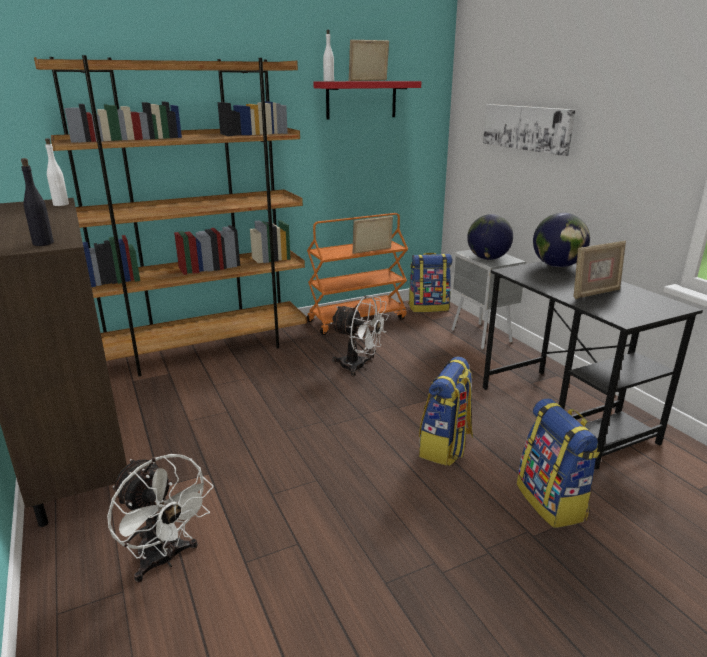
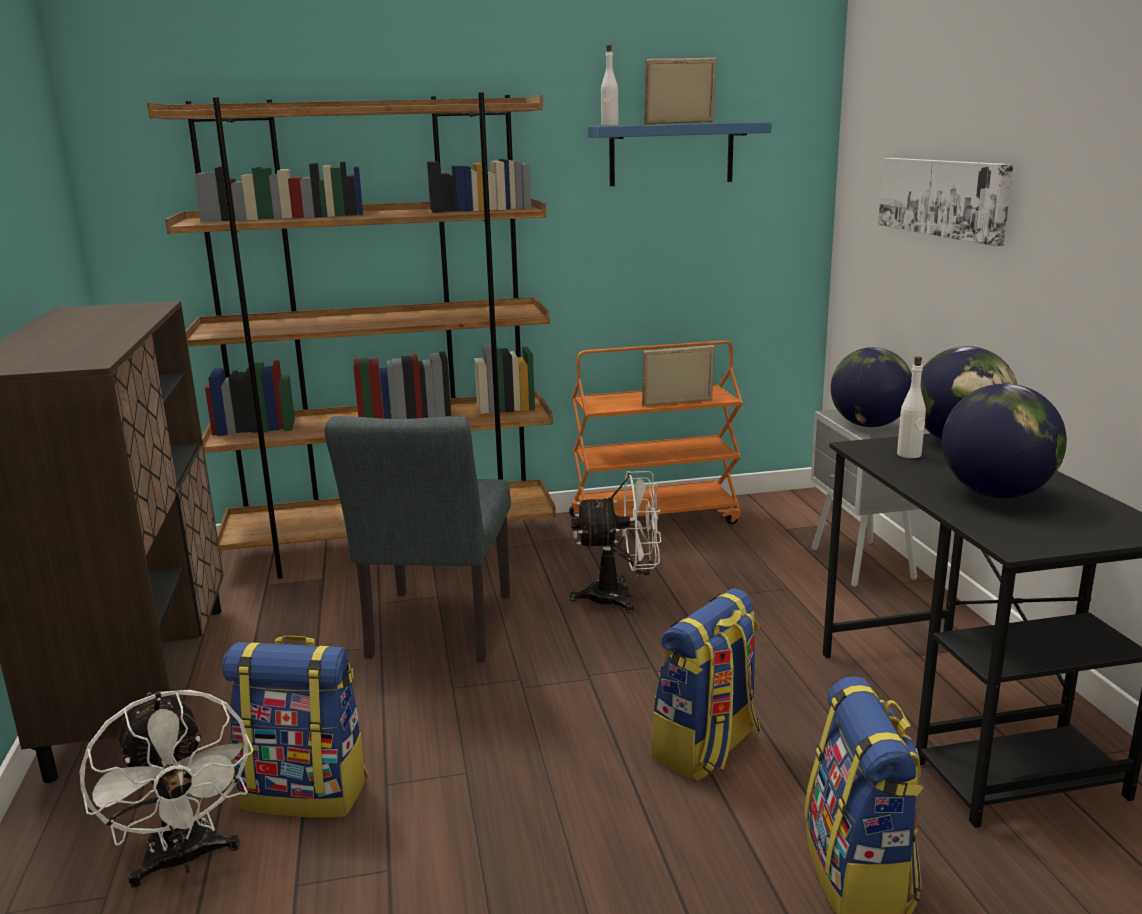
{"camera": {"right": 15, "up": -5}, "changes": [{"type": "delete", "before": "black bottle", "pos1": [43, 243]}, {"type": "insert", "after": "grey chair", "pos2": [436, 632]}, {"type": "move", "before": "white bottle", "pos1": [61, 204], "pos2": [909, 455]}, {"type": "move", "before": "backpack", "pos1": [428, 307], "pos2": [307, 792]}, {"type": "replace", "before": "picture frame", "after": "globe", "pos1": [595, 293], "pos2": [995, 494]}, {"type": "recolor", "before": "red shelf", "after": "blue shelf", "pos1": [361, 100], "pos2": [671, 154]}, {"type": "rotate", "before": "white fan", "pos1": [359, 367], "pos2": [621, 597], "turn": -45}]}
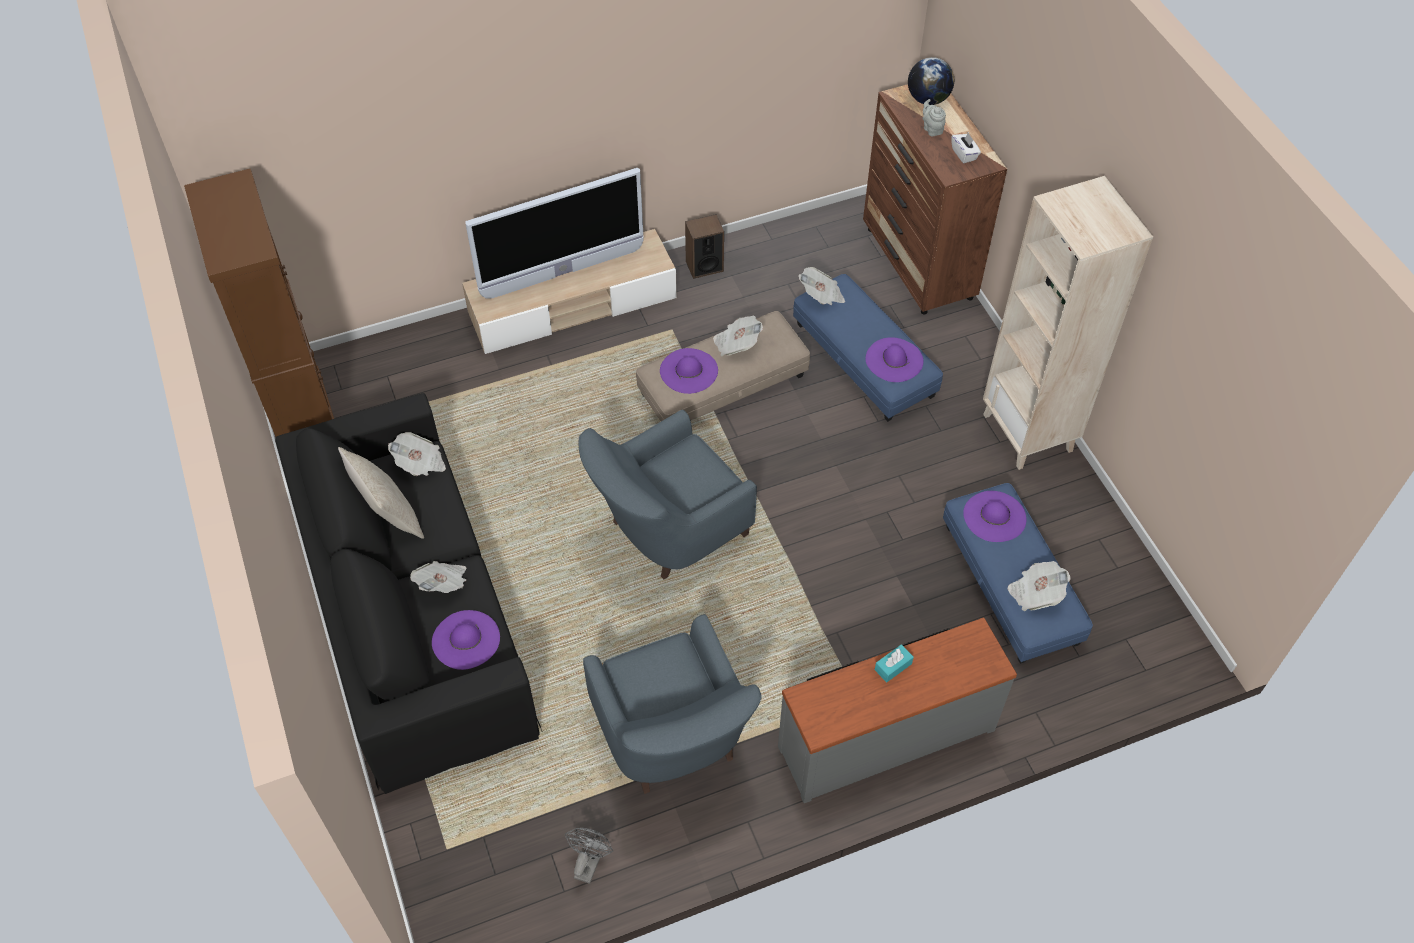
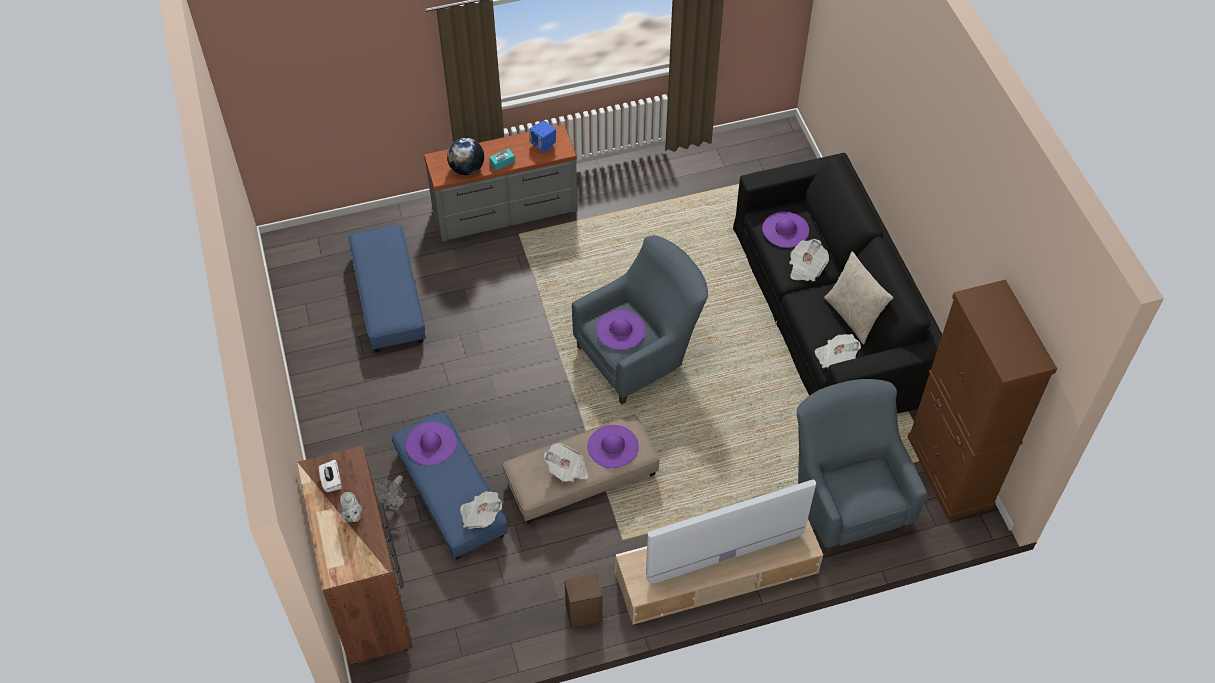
{"camera": {"right": -175, "up": 0}, "changes": [{"type": "delete", "before": "beige bookcase", "pos1": [1028, 433]}, {"type": "delete", "before": "newspaper", "pos1": [1035, 593]}, {"type": "insert", "after": "blue speaker", "pos2": [543, 145]}, {"type": "move", "before": "grey fan", "pos1": [588, 862], "pos2": [395, 504]}, {"type": "move", "before": "blue armchair", "pos1": [673, 742], "pos2": [846, 497]}, {"type": "move", "before": "globe", "pos1": [928, 99], "pos2": [467, 169]}, {"type": "move", "before": "purple hat", "pos1": [994, 516], "pos2": [621, 330]}]}
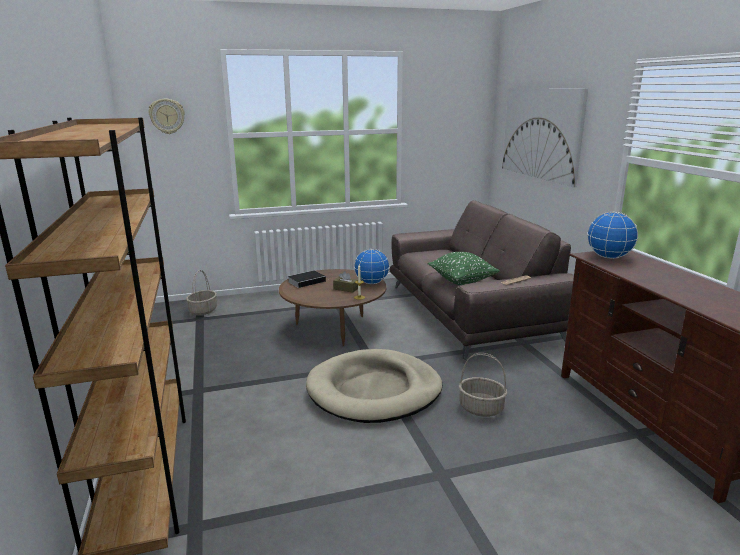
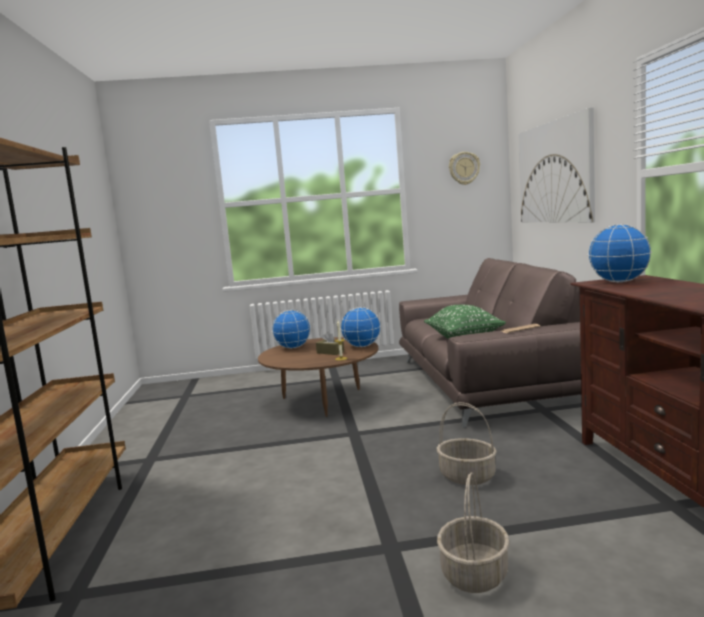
{"camera": {"right": 10, "up": -10}, "changes": [{"type": "delete", "before": "beige dog bed", "pos1": [374, 390]}, {"type": "move", "before": "wall clock", "pos1": [167, 116], "pos2": [464, 168]}, {"type": "move", "before": "basket", "pos1": [203, 311], "pos2": [475, 575]}, {"type": "replace", "before": "book", "after": "globe", "pos1": [307, 281], "pos2": [293, 348]}]}
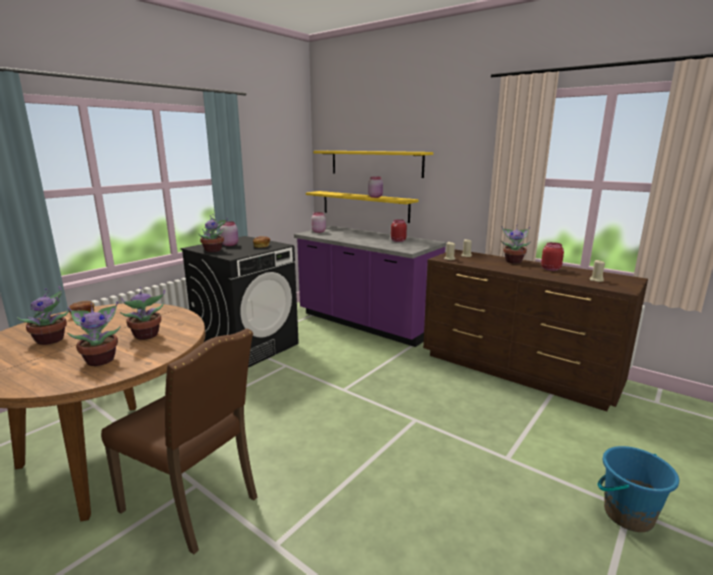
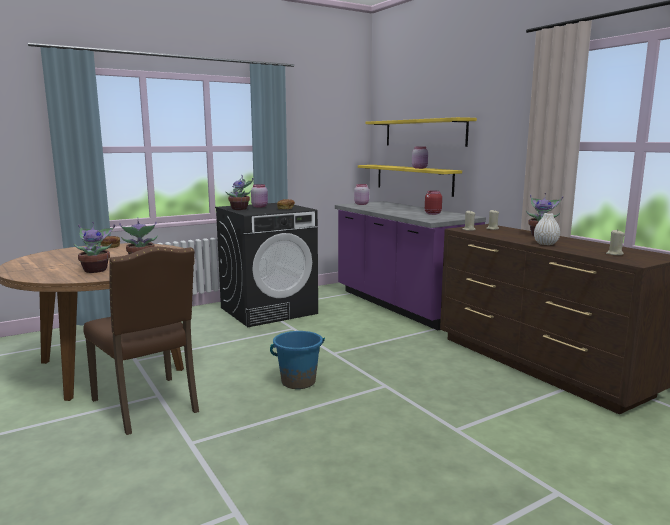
{"camera": {"right": 20, "up": -5}, "changes": [{"type": "delete", "before": "potted plant", "pos1": [52, 340]}, {"type": "delete", "before": "red jar", "pos1": [550, 269]}, {"type": "insert", "after": "white vase", "pos2": [545, 244]}, {"type": "move", "before": "blue bucket", "pos1": [627, 515], "pos2": [298, 382]}]}
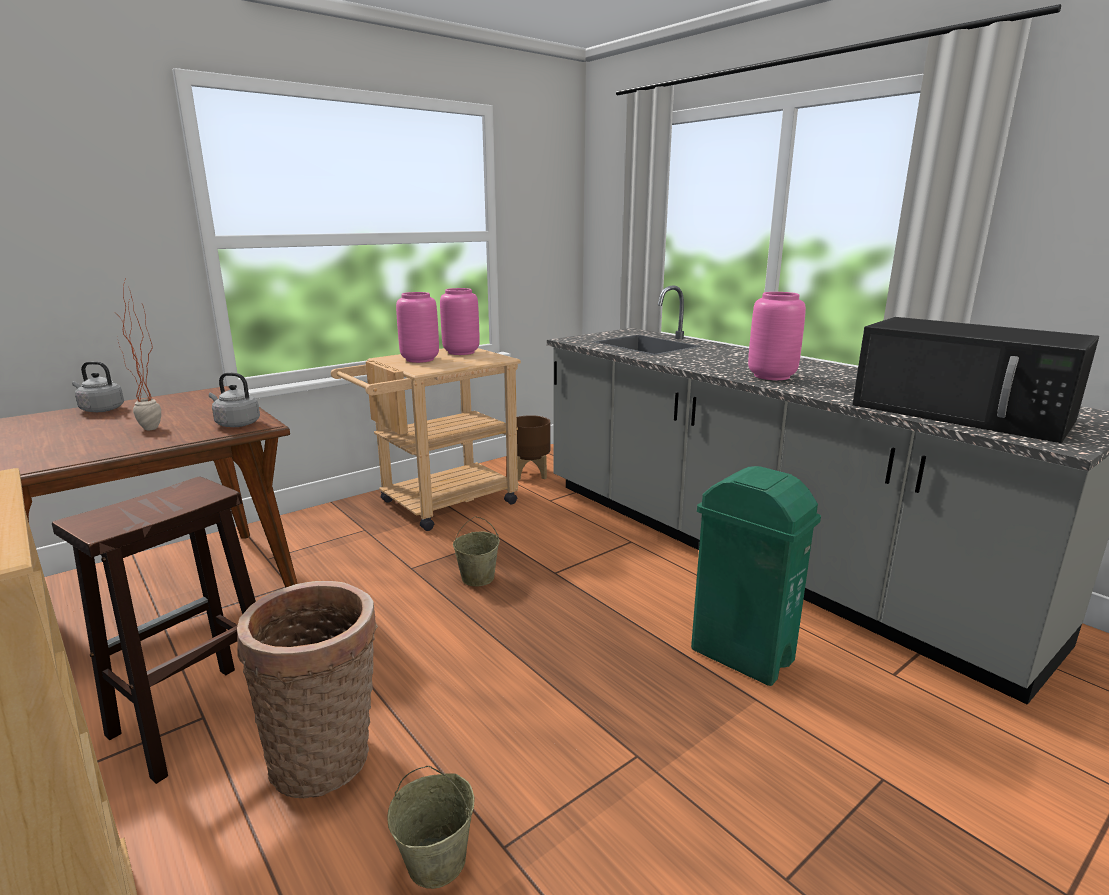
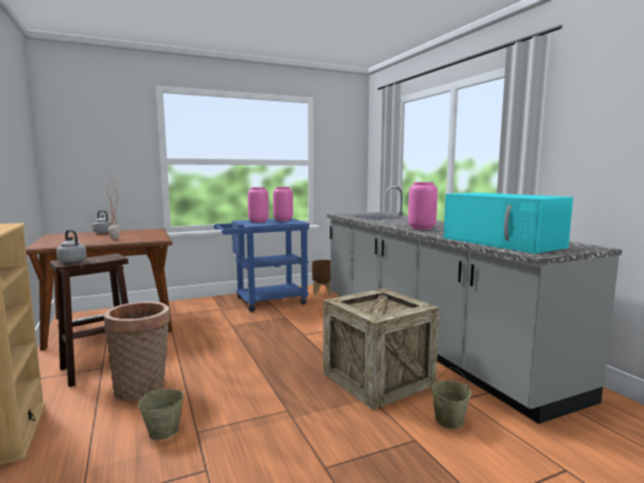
{"camera": {"right": 15, "up": -10}, "changes": [{"type": "move", "before": "grey kettle", "pos1": [236, 424], "pos2": [71, 261]}, {"type": "move", "before": "beige bucket", "pos1": [478, 577], "pos2": [449, 420]}, {"type": "replace", "before": "green trash can", "after": "crate", "pos1": [740, 655], "pos2": [378, 379]}, {"type": "recolor", "before": "beige cart", "after": "blue cart", "pos1": [438, 505], "pos2": [264, 301]}, {"type": "recolor", "before": "black microwave", "after": "turquoise microwave", "pos1": [963, 413], "pos2": [503, 242]}]}
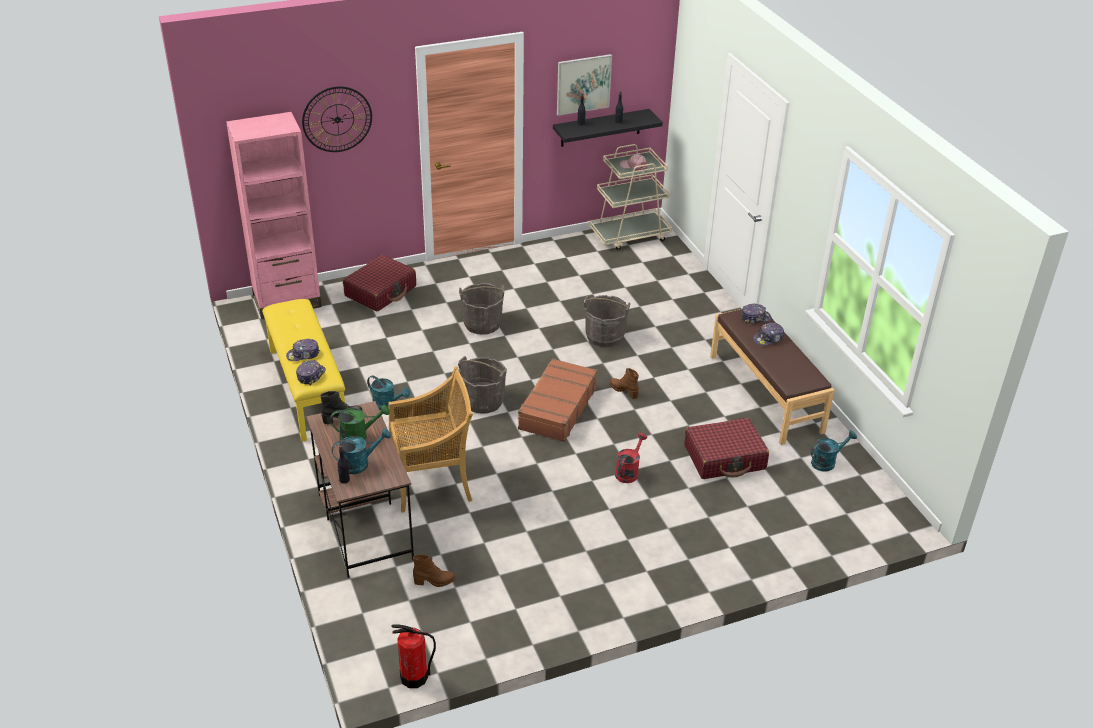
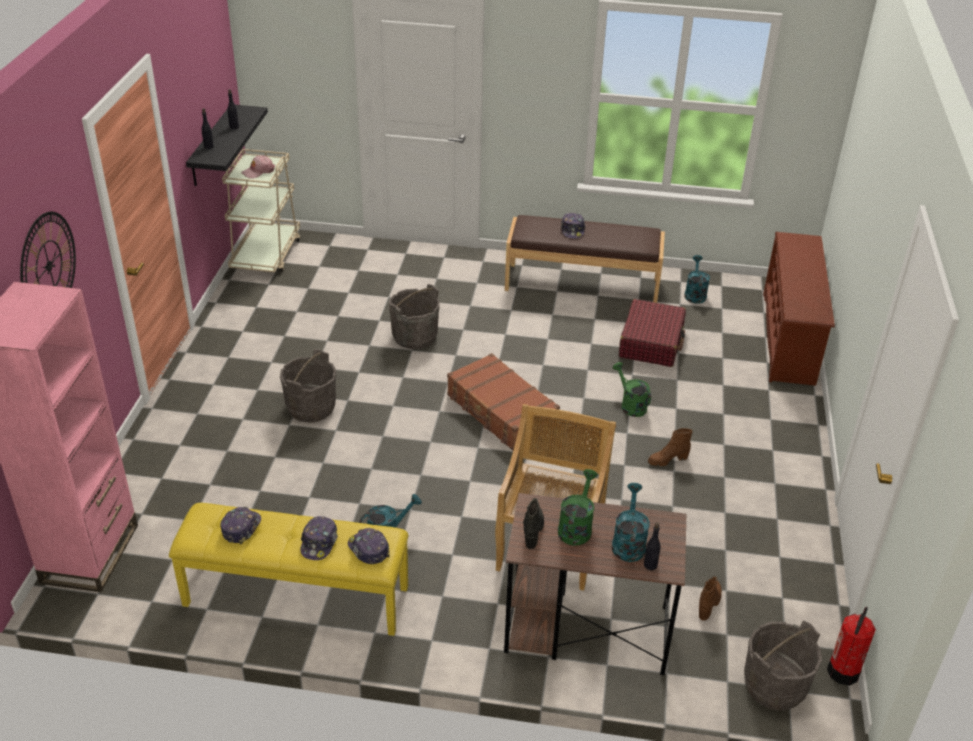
{"camera": {"right": -60, "up": 0}, "changes": [{"type": "delete", "before": "red suitcase", "pos1": [381, 291]}, {"type": "delete", "before": "picture", "pos1": [583, 84]}, {"type": "insert", "after": "brown shoe rack", "pos2": [789, 338]}, {"type": "move", "before": "grey bucket", "pos1": [483, 401], "pos2": [774, 686]}, {"type": "move", "before": "brown boot", "pos1": [624, 390], "pos2": [667, 460]}, {"type": "move", "before": "cap", "pos1": [755, 317], "pos2": [241, 528]}, {"type": "recolor", "before": "red watering can", "after": "green watering can", "pos1": [628, 471], "pos2": [630, 405]}]}
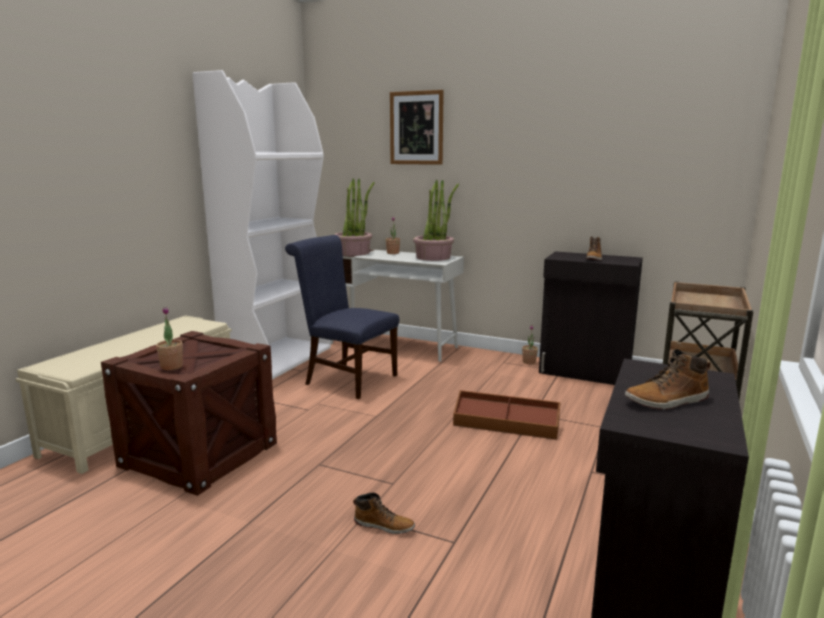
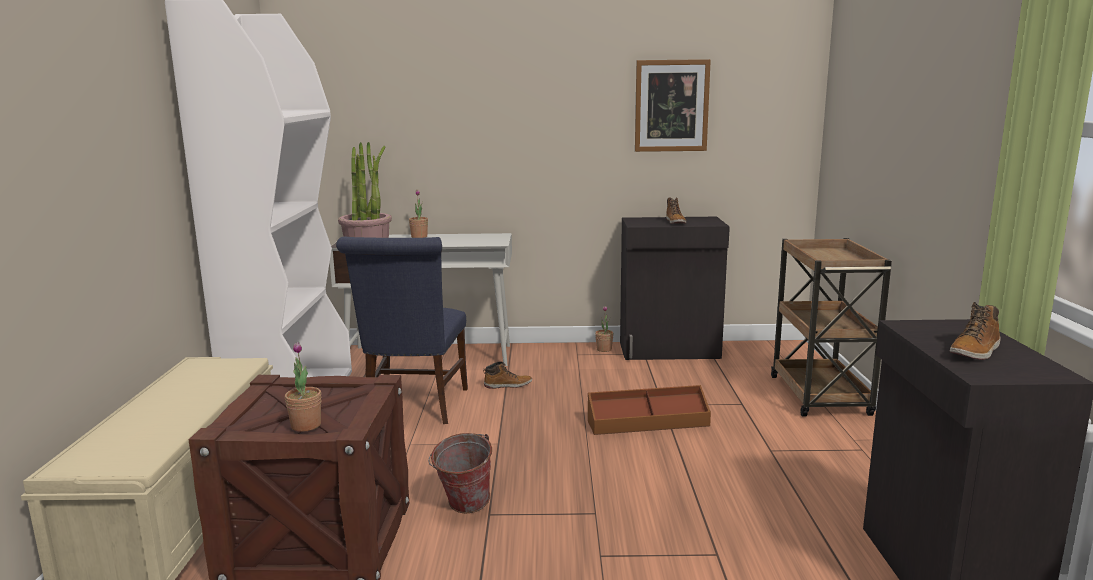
{"camera": {"right": -25, "up": 0}, "changes": [{"type": "delete", "before": "potted plant", "pos1": [433, 257]}, {"type": "insert", "after": "bucket", "pos2": [463, 508]}, {"type": "move", "before": "boot", "pos1": [384, 525], "pos2": [508, 385]}, {"type": "move", "before": "picture", "pos1": [416, 128], "pos2": [671, 106]}, {"type": "rotate", "before": "blue chair", "pos1": [346, 379], "pos2": [414, 407], "turn": -90}]}
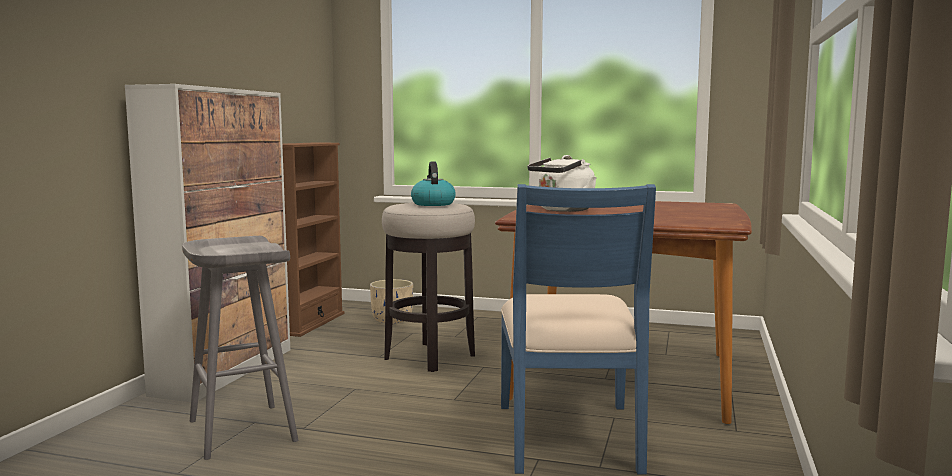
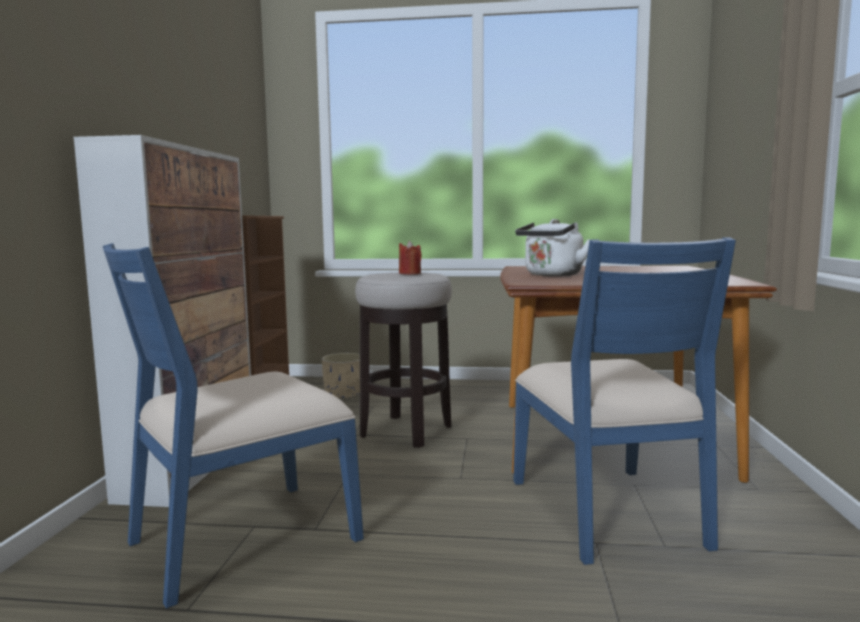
{"camera": {"right": -10, "up": 0}, "changes": [{"type": "replace", "before": "grey stool", "after": "blue chair", "pos1": [240, 430], "pos2": [241, 539]}, {"type": "replace", "before": "kettle", "after": "red candle", "pos1": [433, 204], "pos2": [410, 273]}]}
